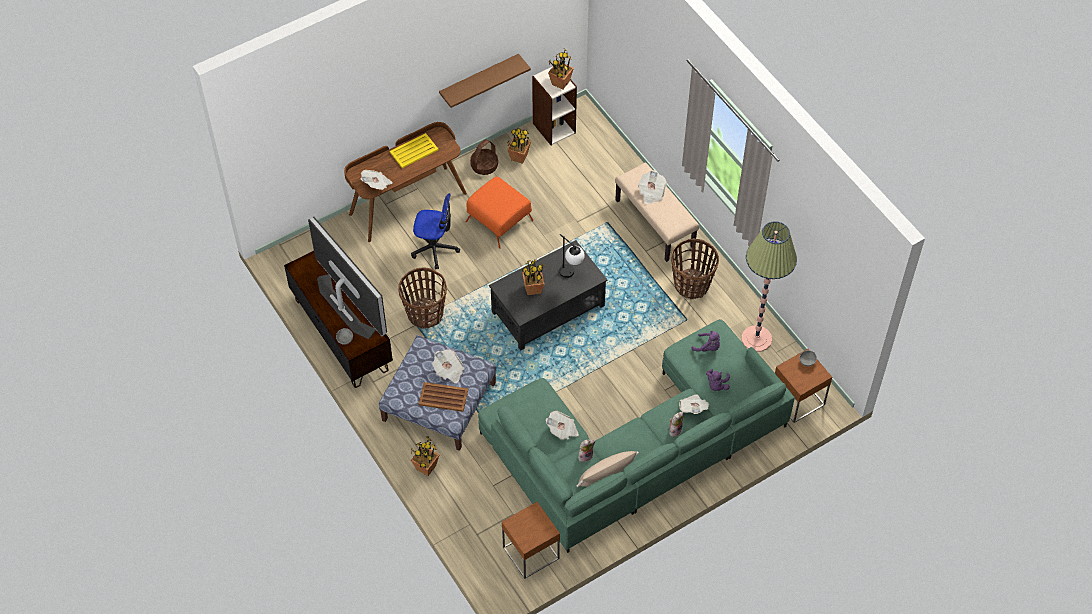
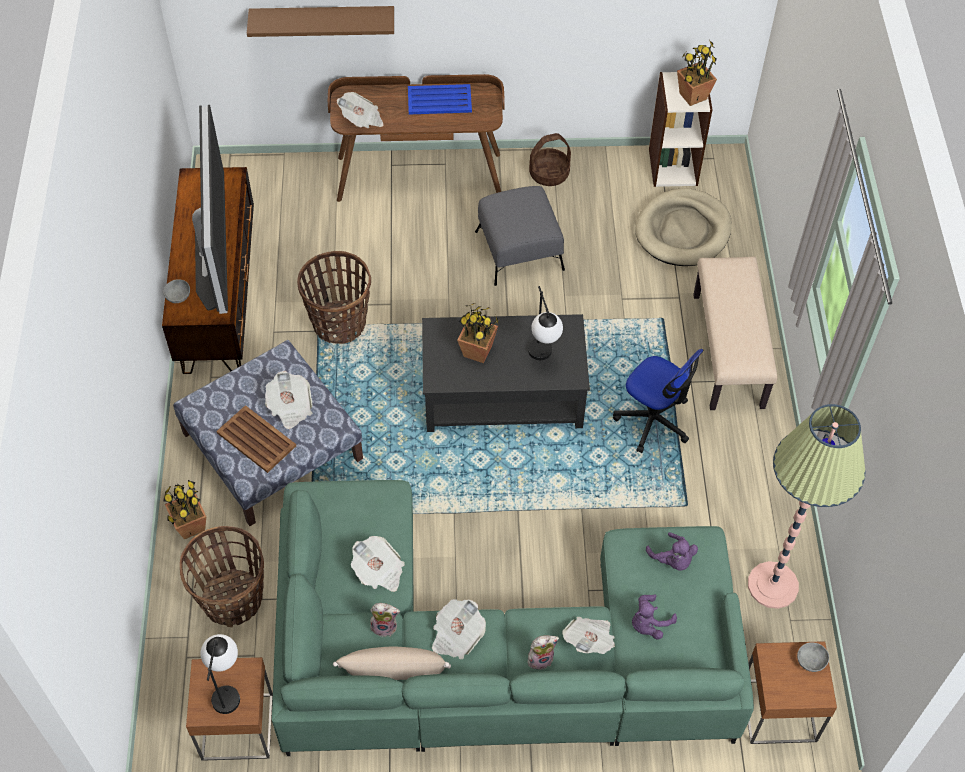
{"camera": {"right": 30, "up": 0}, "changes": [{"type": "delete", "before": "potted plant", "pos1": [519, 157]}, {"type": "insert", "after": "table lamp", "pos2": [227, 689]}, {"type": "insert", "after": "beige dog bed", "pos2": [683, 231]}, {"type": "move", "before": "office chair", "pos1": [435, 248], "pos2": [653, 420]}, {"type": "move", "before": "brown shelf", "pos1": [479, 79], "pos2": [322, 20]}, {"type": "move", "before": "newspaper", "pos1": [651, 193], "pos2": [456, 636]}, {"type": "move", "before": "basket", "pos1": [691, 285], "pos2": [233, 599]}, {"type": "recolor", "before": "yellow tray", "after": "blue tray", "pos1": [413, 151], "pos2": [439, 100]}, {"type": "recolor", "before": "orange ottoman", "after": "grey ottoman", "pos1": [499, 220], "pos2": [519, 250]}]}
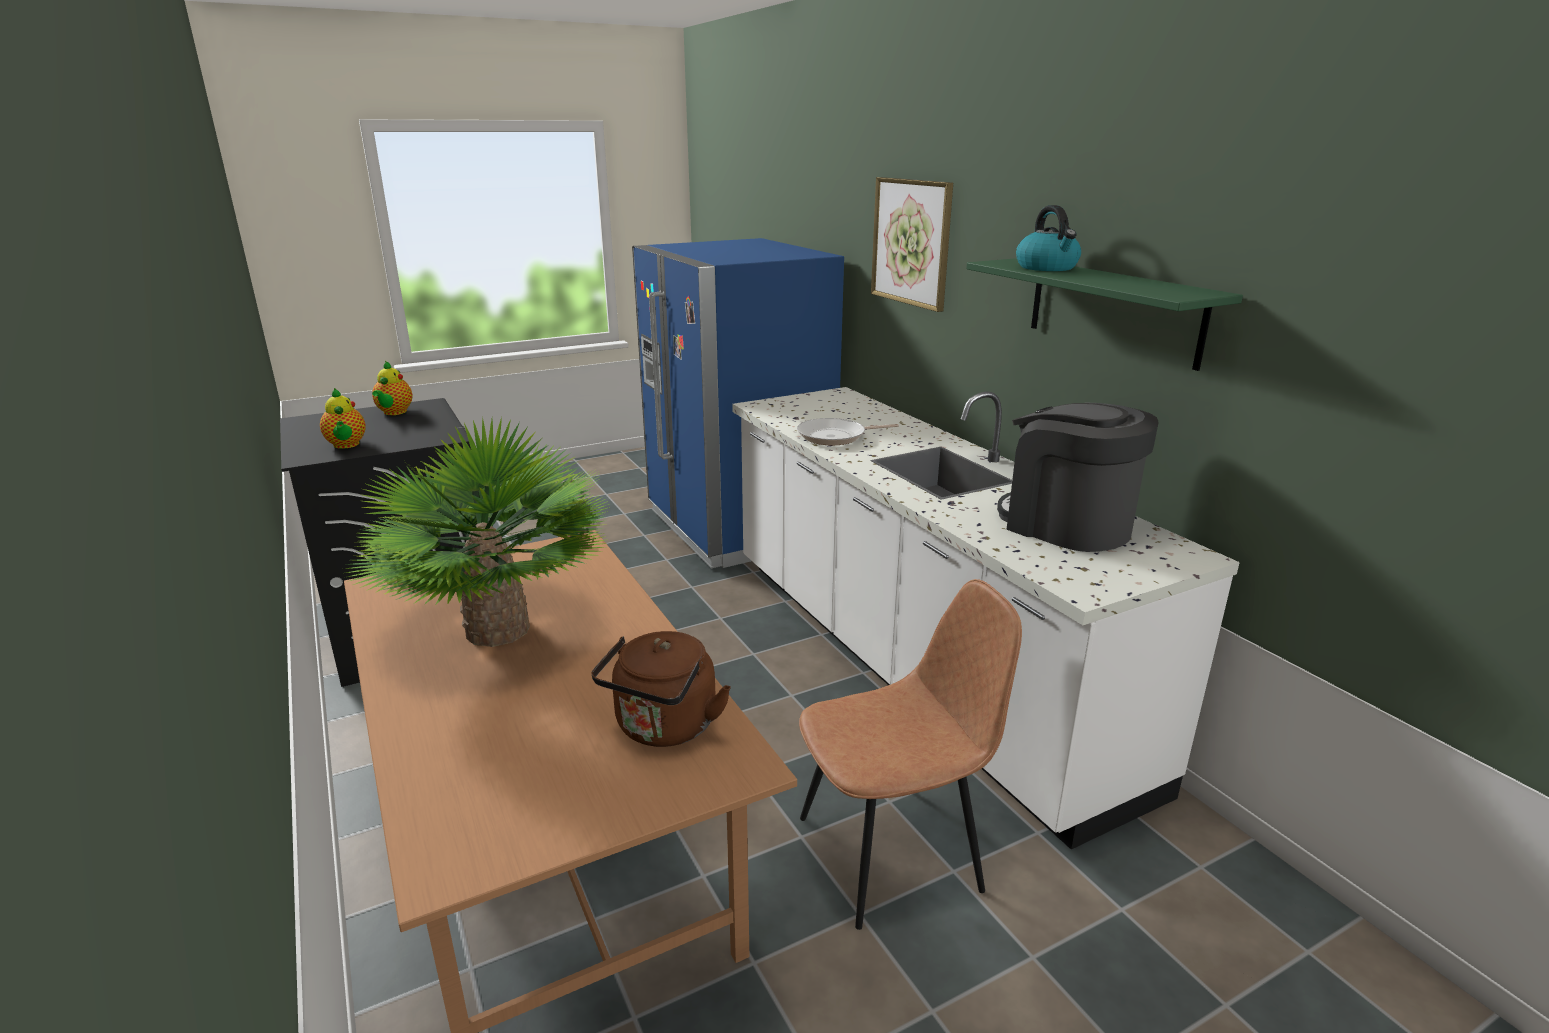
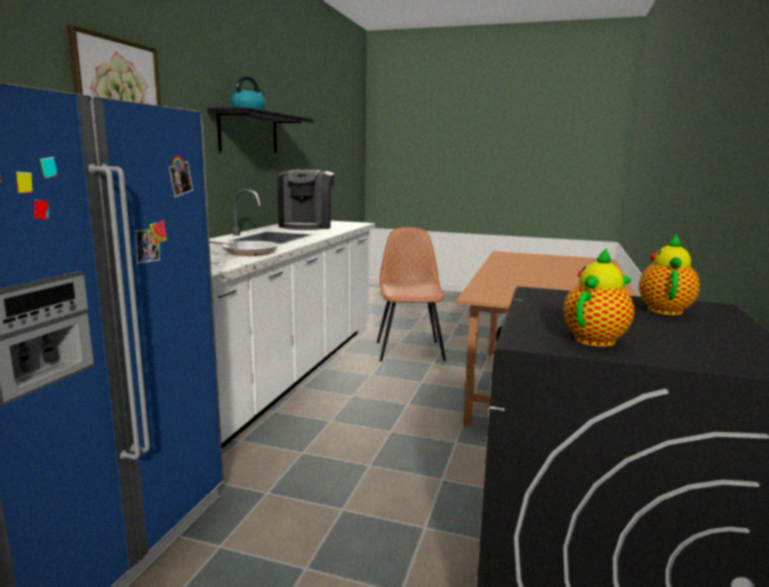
{"camera": {"right": -135, "up": -10}, "changes": [{"type": "delete", "before": "potted plant", "pos1": [497, 630]}, {"type": "delete", "before": "brown kettle", "pos1": [664, 728]}, {"type": "recolor", "before": "green shelf", "after": "black shelf", "pos1": [1113, 310], "pos2": [249, 133]}, {"type": "rotate", "before": "brown chair", "pos1": [893, 852], "pos2": [409, 350], "turn": 60}]}
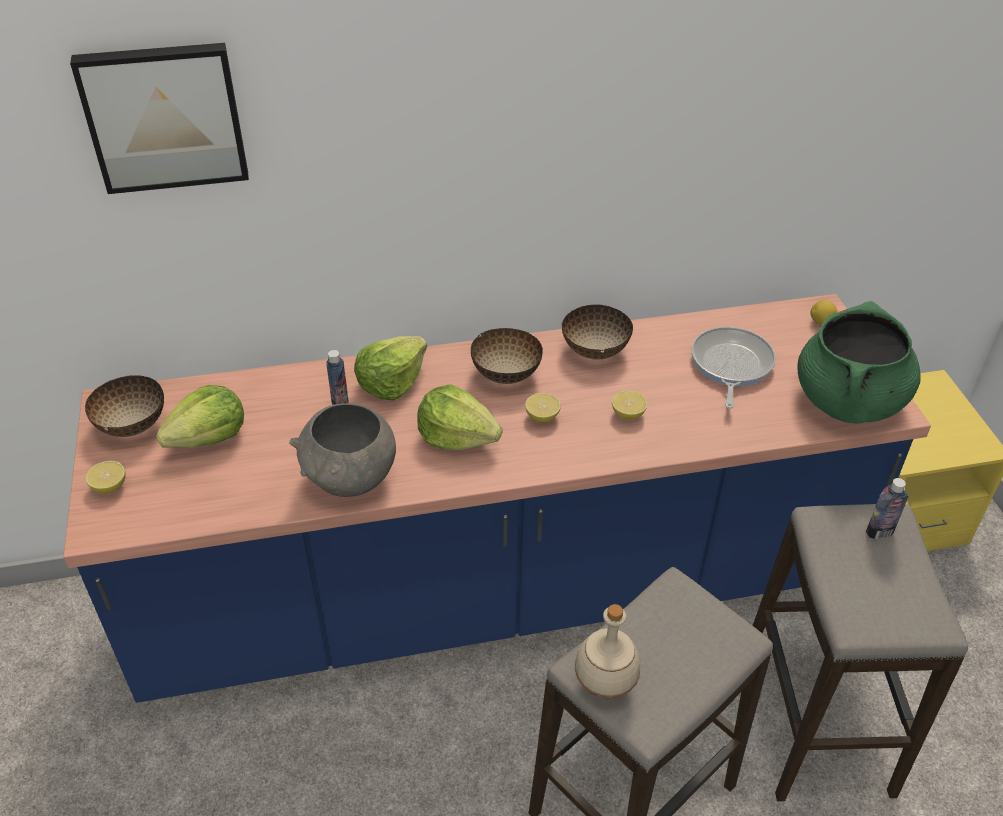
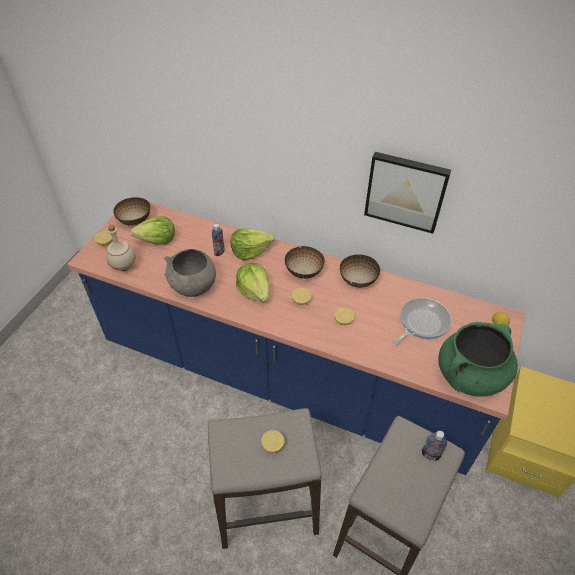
{"camera": {"right": 35, "up": 5}, "changes": [{"type": "insert", "after": "lemon", "pos2": [273, 445]}, {"type": "move", "before": "picture", "pos1": [164, 116], "pos2": [406, 191]}, {"type": "move", "before": "beige bottle", "pos1": [604, 684], "pos2": [124, 267]}]}
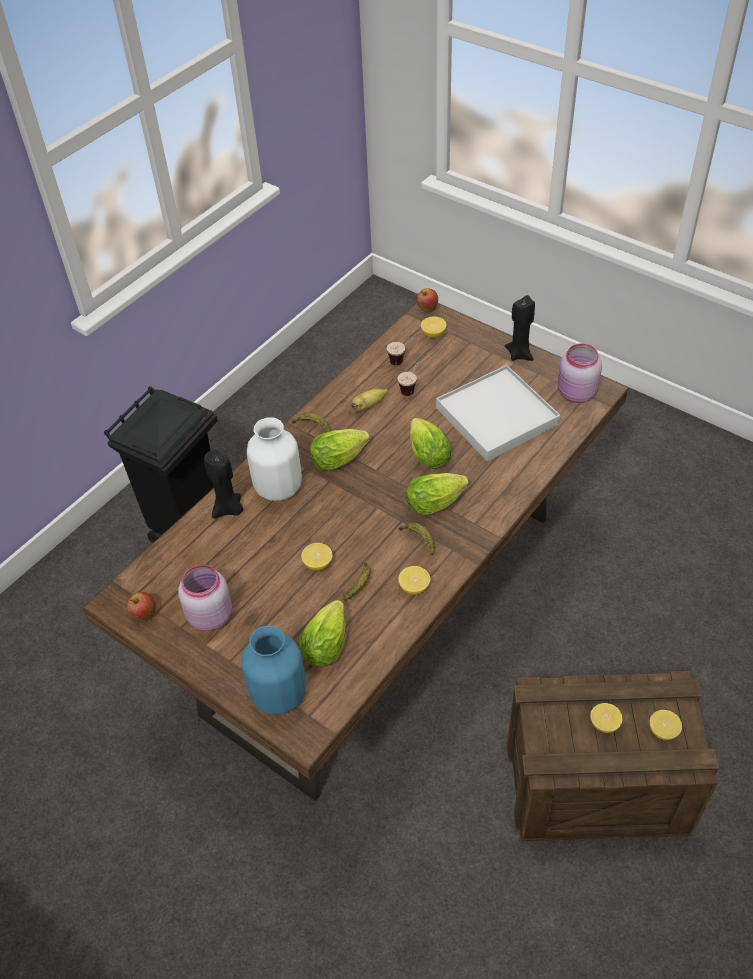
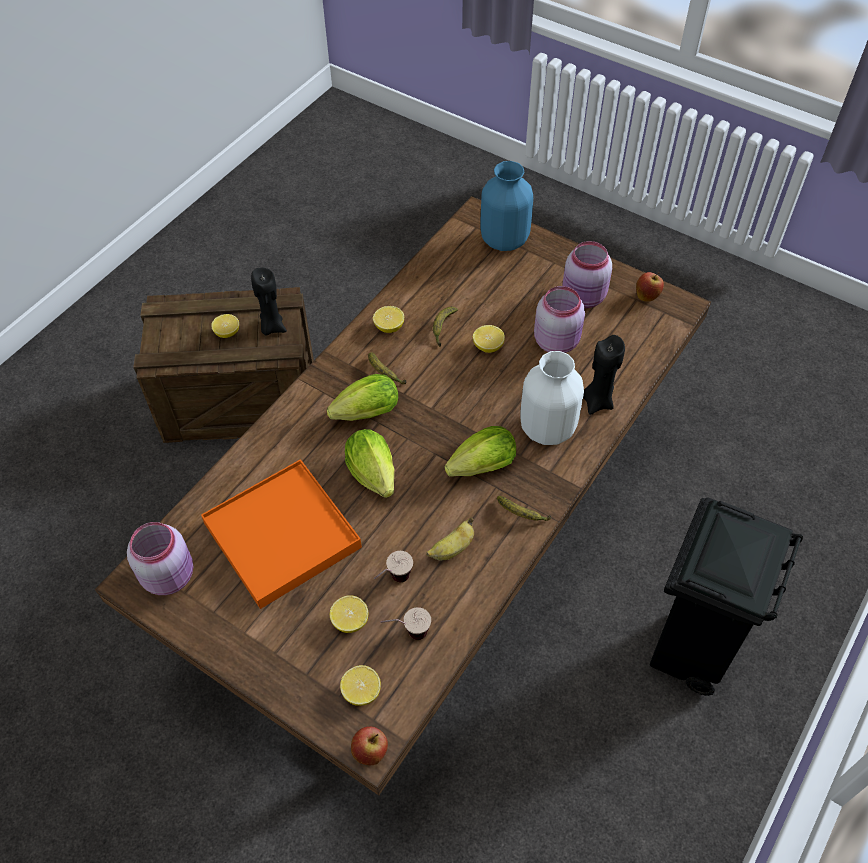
{"camera": {"right": 175, "up": 5}, "changes": [{"type": "delete", "before": "lettuce", "pos1": [327, 642]}, {"type": "insert", "after": "pink jar", "pos2": [557, 341]}, {"type": "move", "before": "black candle", "pos1": [519, 354], "pos2": [272, 327]}, {"type": "move", "before": "lemon", "pos1": [663, 731], "pos2": [350, 621]}, {"type": "recolor", "before": "white tray", "after": "orange tray", "pos1": [497, 416], "pos2": [281, 535]}]}
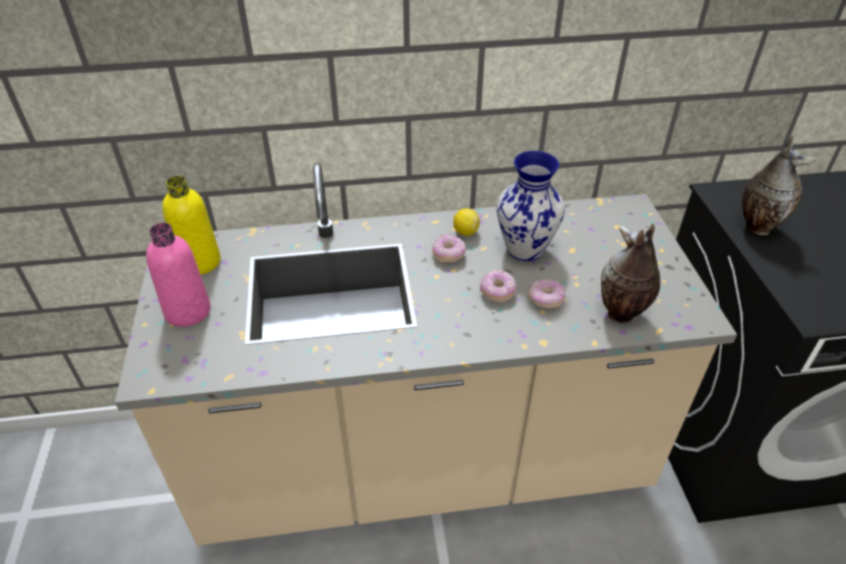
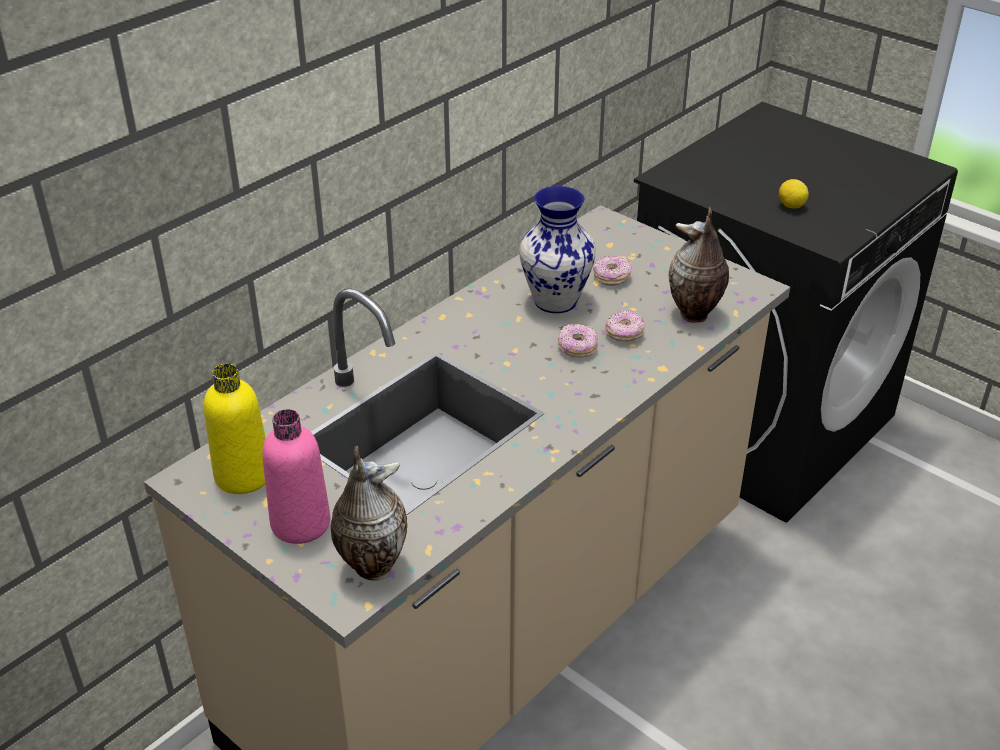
{"camera": {"right": -40, "up": -5}, "changes": [{"type": "move", "before": "donut", "pos1": [448, 255], "pos2": [611, 278]}, {"type": "move", "before": "lemon", "pos1": [465, 232], "pos2": [790, 206]}, {"type": "move", "before": "vase", "pos1": [757, 226], "pos2": [371, 565]}]}
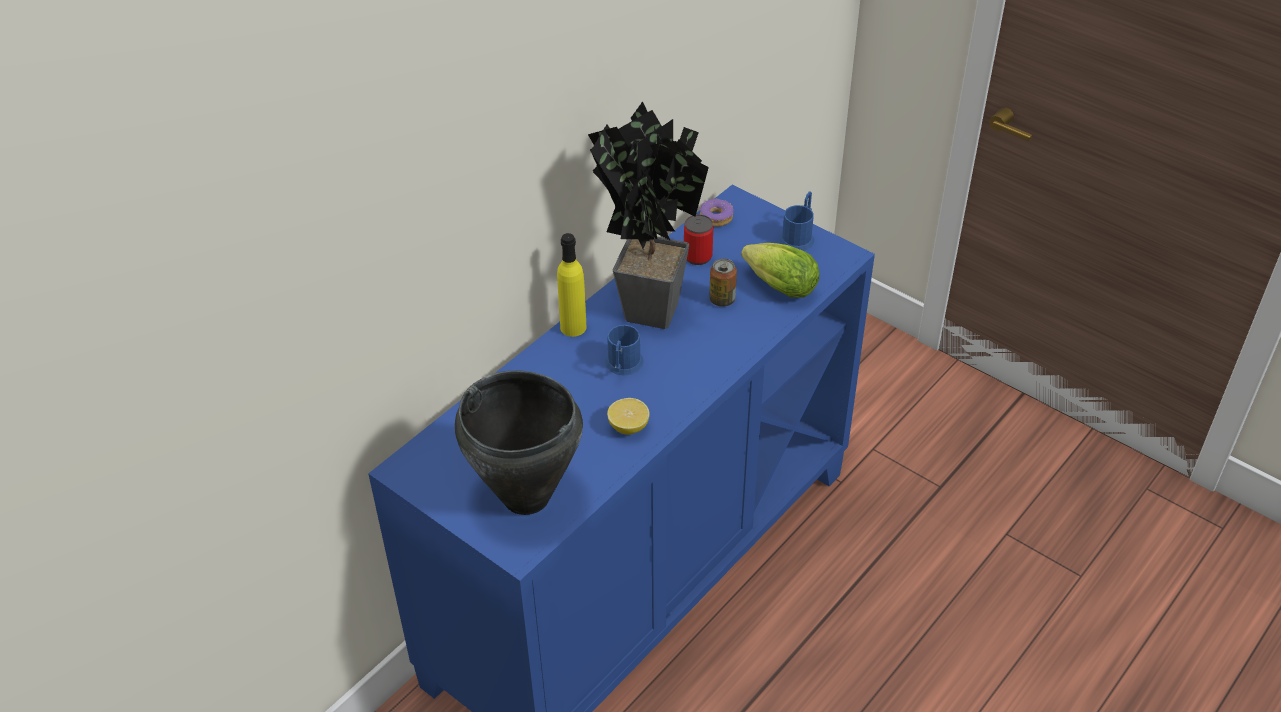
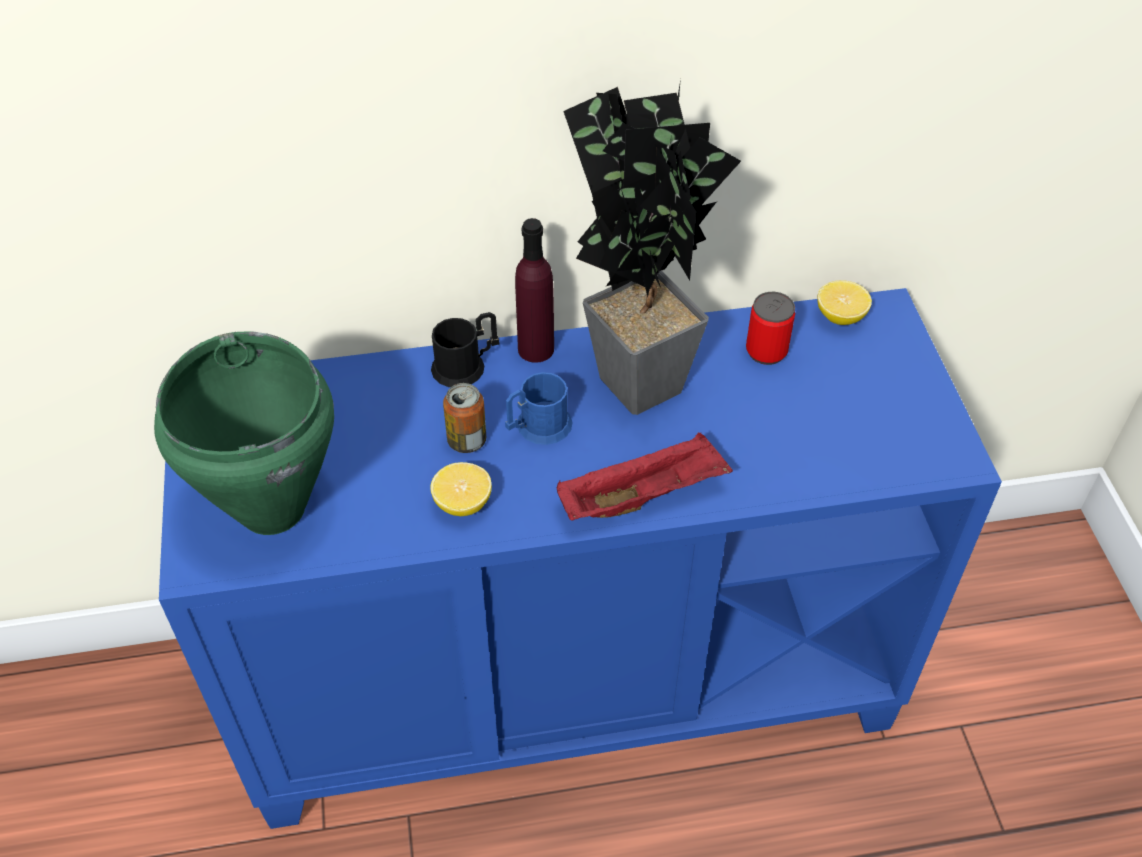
{"camera": {"right": 40, "up": 5}, "changes": [{"type": "delete", "before": "lettuce", "pos1": [776, 285]}, {"type": "delete", "before": "blue mug", "pos1": [799, 236]}, {"type": "insert", "after": "black mug", "pos2": [466, 366]}, {"type": "insert", "after": "red tray", "pos2": [643, 495]}, {"type": "move", "before": "can", "pos1": [722, 300], "pos2": [467, 440]}, {"type": "replace", "before": "donut", "after": "lemon", "pos1": [716, 217], "pos2": [840, 317]}, {"type": "recolor", "before": "black cooking pot", "after": "green cooking pot", "pos1": [526, 497], "pos2": [271, 510]}, {"type": "recolor", "before": "yellow bottle", "after": "purple bottle", "pos1": [573, 327], "pos2": [536, 349]}]}
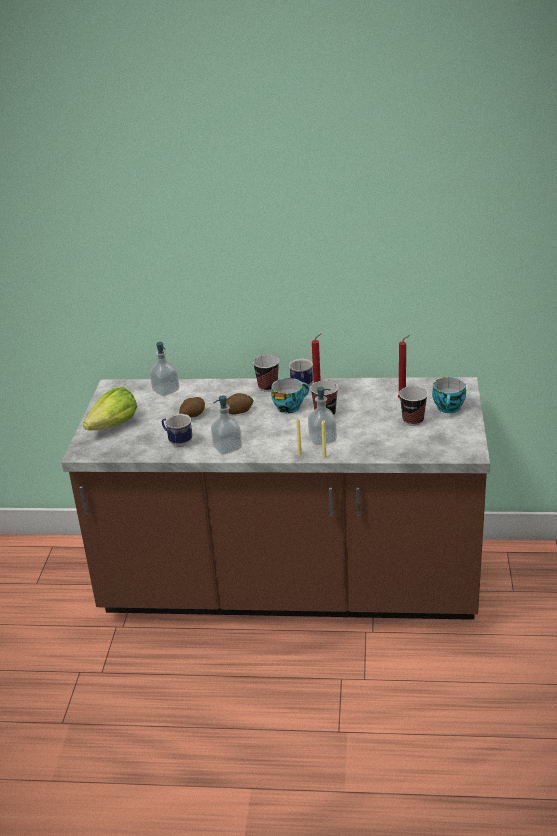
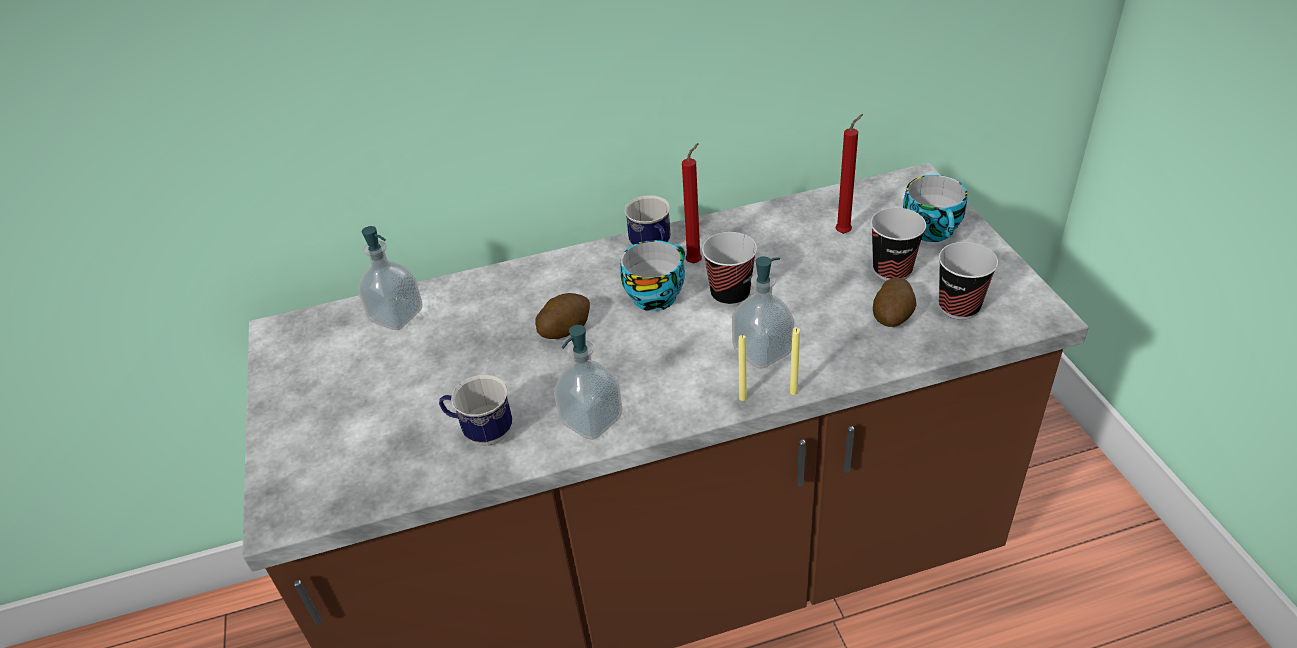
{"camera": {"right": -20, "up": 10}, "changes": [{"type": "delete", "before": "lettuce", "pos1": [114, 425]}, {"type": "move", "before": "potato", "pos1": [192, 416], "pos2": [892, 317]}, {"type": "move", "before": "cup", "pos1": [267, 387], "pos2": [959, 307]}]}
